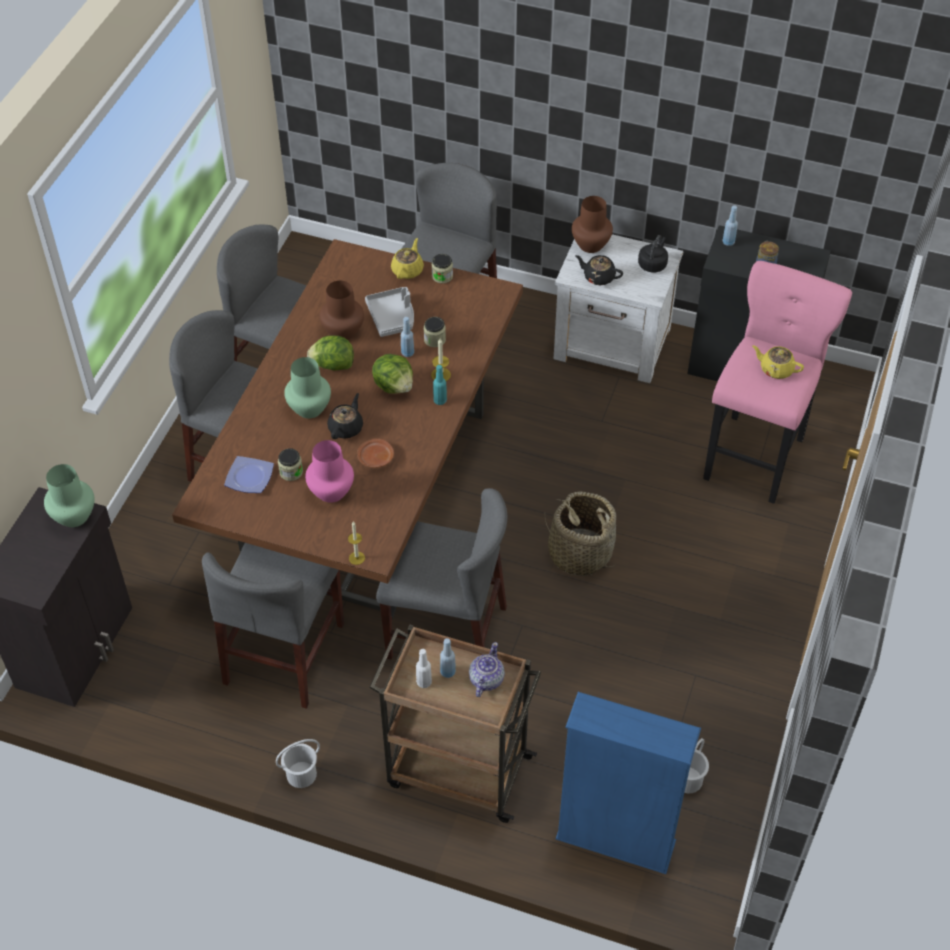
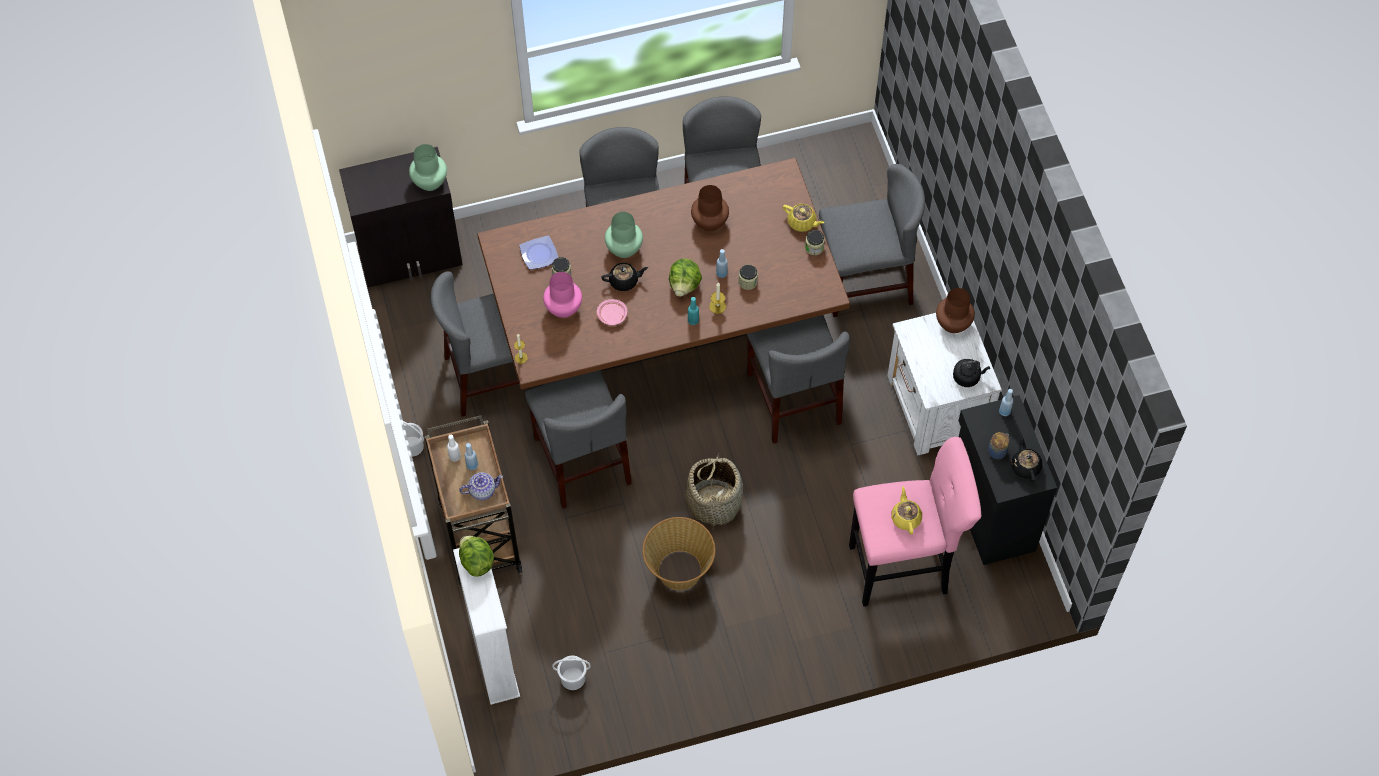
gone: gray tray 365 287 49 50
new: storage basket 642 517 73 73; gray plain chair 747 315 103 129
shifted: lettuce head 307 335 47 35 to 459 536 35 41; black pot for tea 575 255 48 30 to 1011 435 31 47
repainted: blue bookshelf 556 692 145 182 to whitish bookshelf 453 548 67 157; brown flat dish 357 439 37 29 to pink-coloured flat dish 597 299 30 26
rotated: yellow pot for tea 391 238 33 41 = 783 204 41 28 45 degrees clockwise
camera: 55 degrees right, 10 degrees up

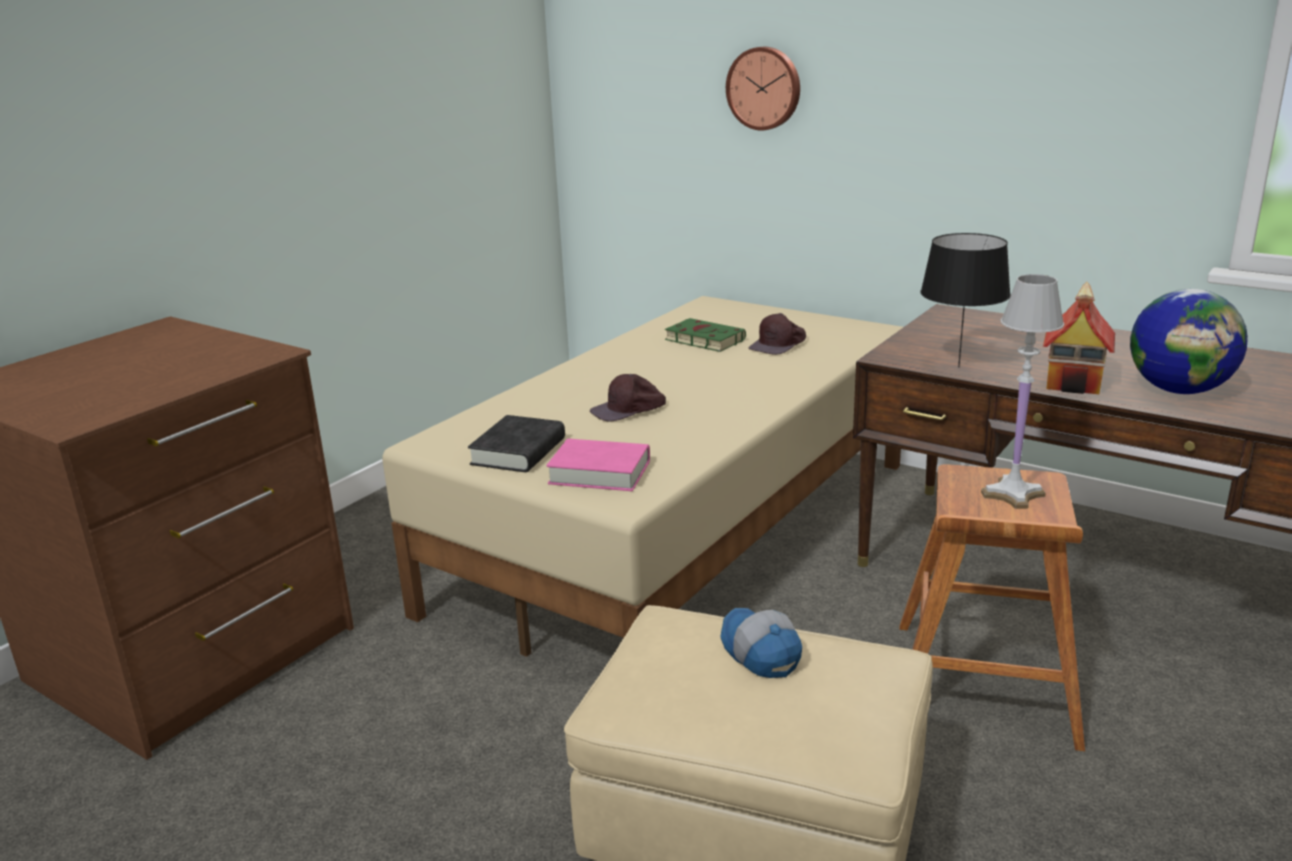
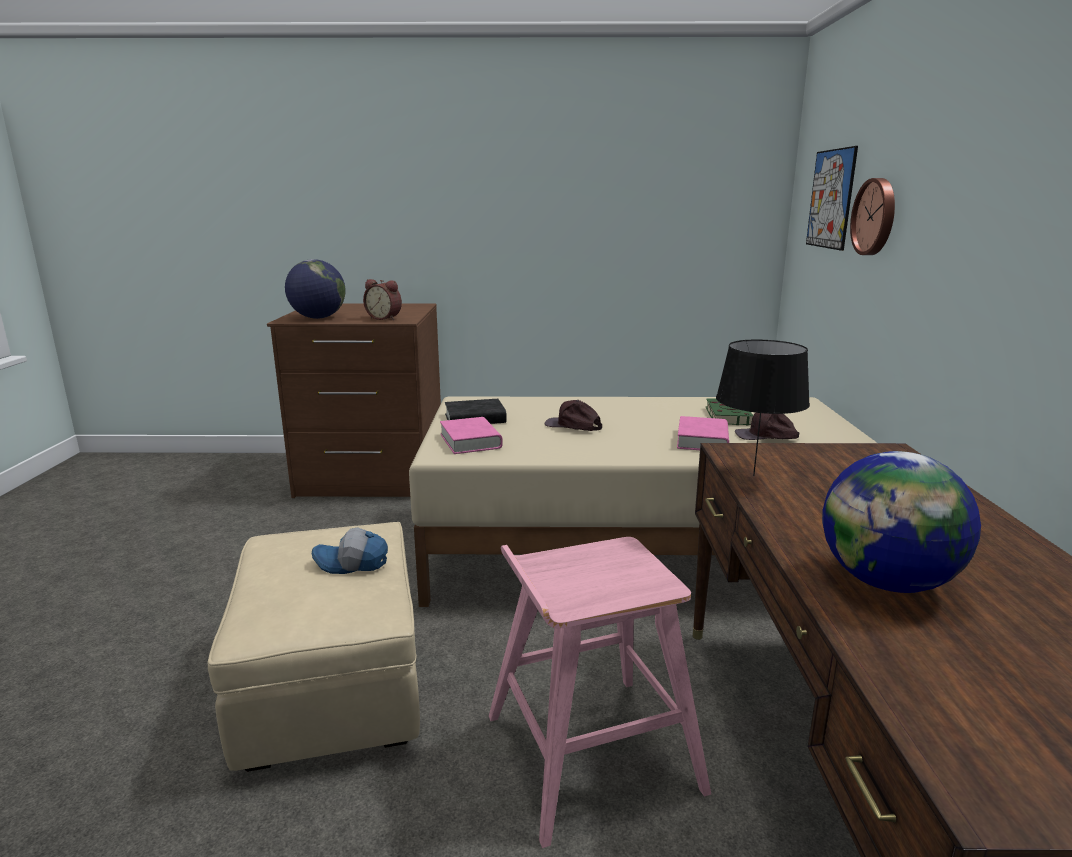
gone: whitish lamp for a table 981 274 83 235; model house 1043 282 72 112
new: world globe 285 259 61 60; bedside clock 363 279 39 41; pink-coloured volume 677 416 52 34; wall art 806 146 52 105
repainted: brown stool seat 899 464 186 287 to pink-coloured stool seat 489 537 222 311
rotated: cap 720 608 82 70 = 312 527 76 47 120 degrees counterclockwise
camera: 55 degrees right, 5 degrees down

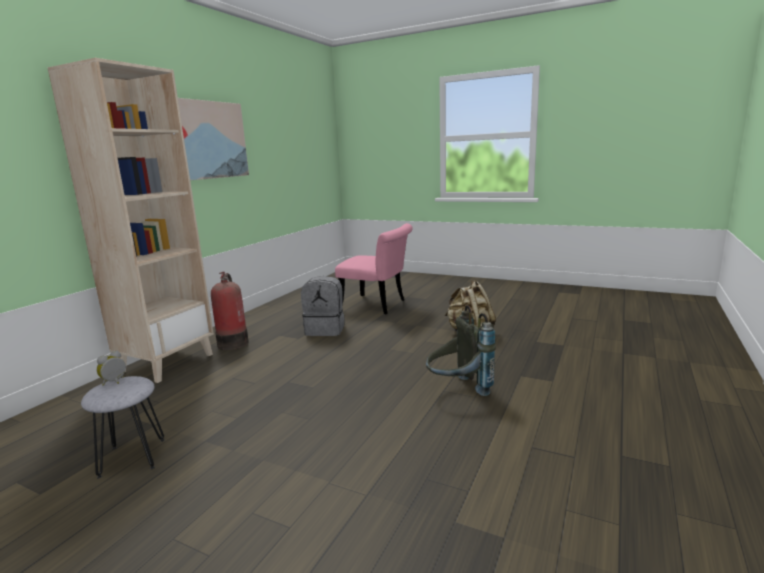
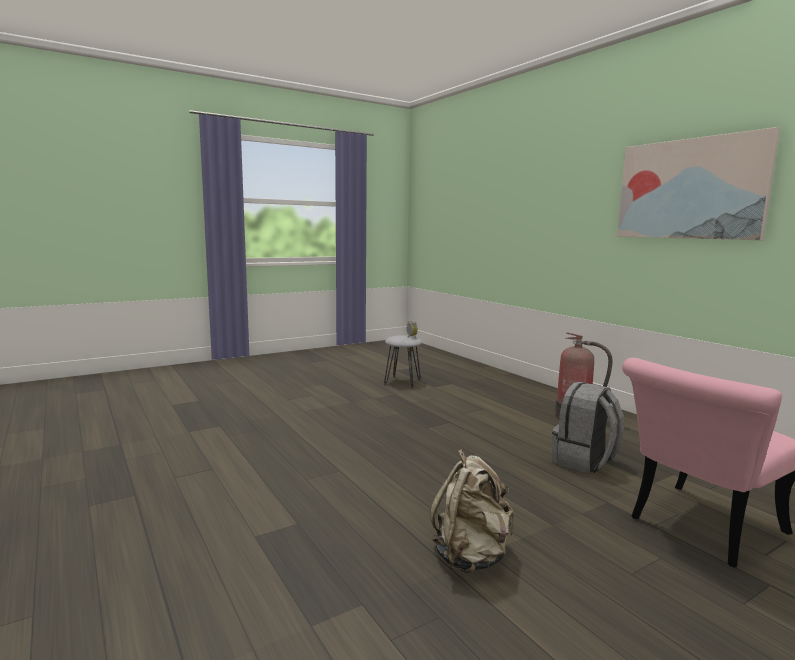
gone: beige-coloured bookshelf 47 58 167 325; gray rucksack 426 305 70 91
camera: 120 degrees right, 5 degrees down

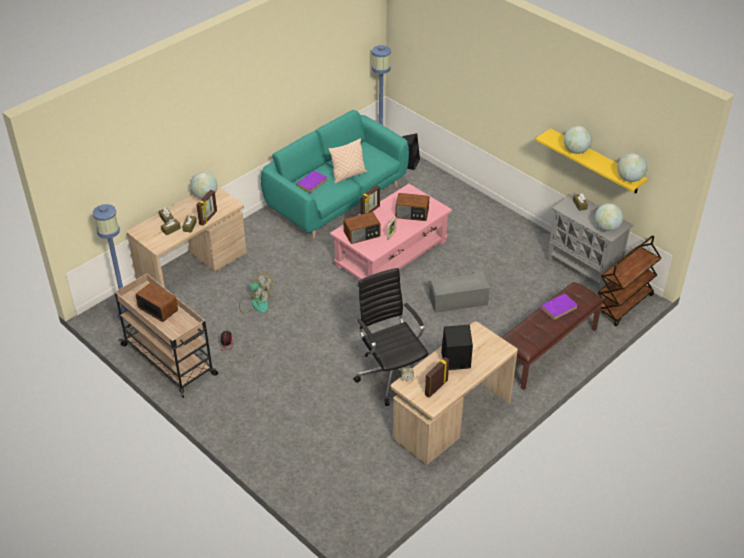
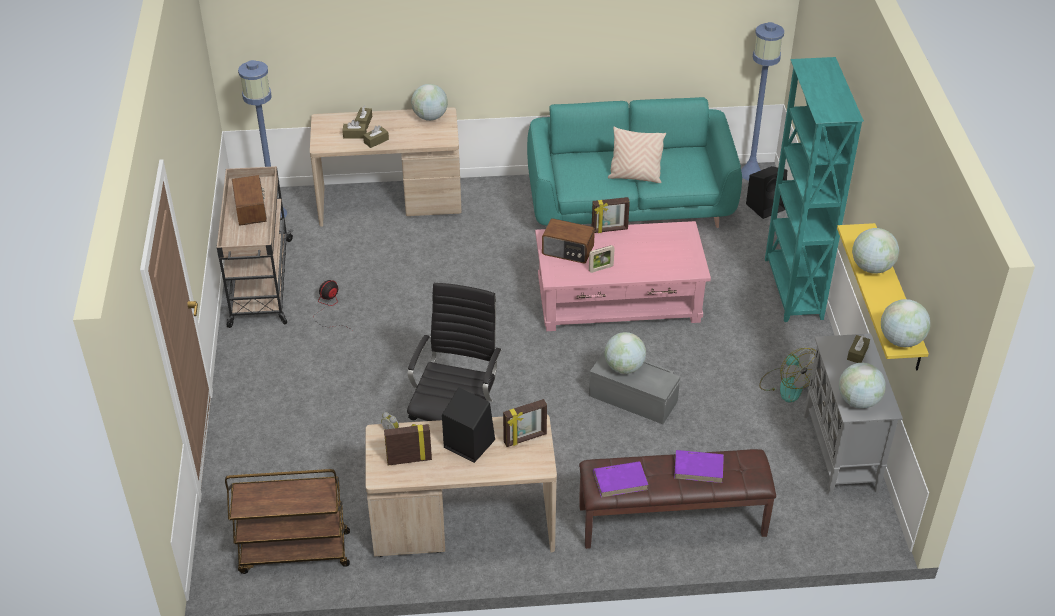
gone: radio 395 193 34 28
new: world globe 604 332 42 42; turquoise-coloured bookshelf 765 57 99 265
shifted: brown trolley 598 235 63 91 to 225 469 125 105; standing frame 196 190 21 36 to 503 399 44 48; purple volume 296 171 31 22 to 593 461 55 37; fan 239 273 34 41 to 759 348 57 55
camera: 40 degrees right, 0 degrees up

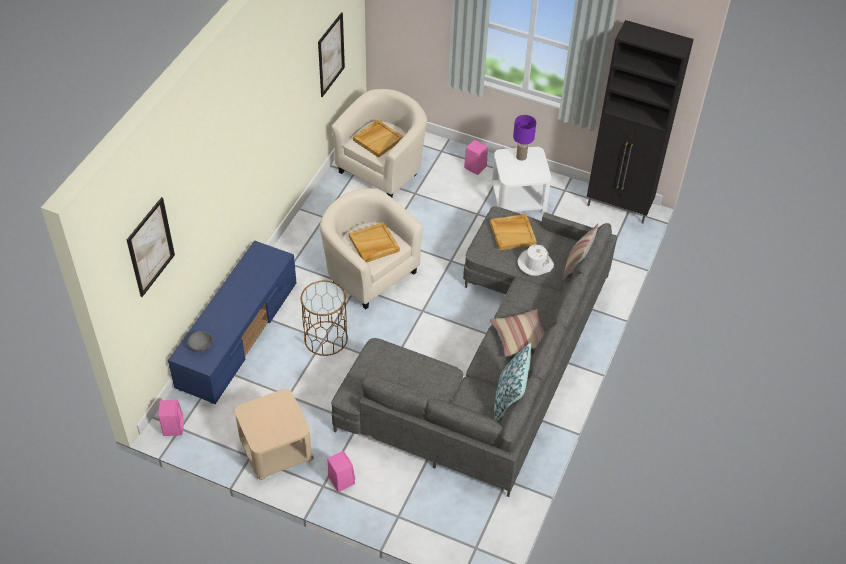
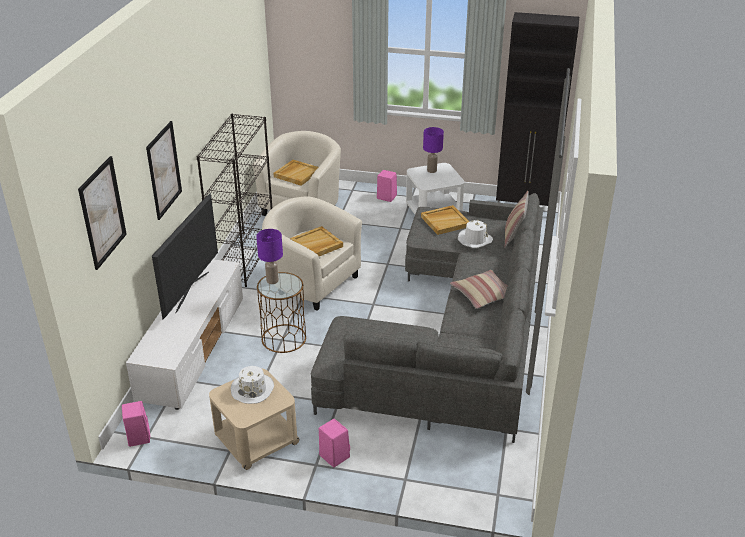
gone: gray bowl 188 331 25 21; pillow 494 342 37 79
new: television 152 193 66 126; black bookshelf 196 114 76 173; whitish clothing hat 231 366 43 38; purple lamp for a table 256 229 27 55
shifted: wall art 318 12 27 85 to 146 121 36 99
repainted: blue tv unit 168 240 128 164 to whitish tv unit 126 259 117 151
camera: 10 degrees left, 15 degrees down

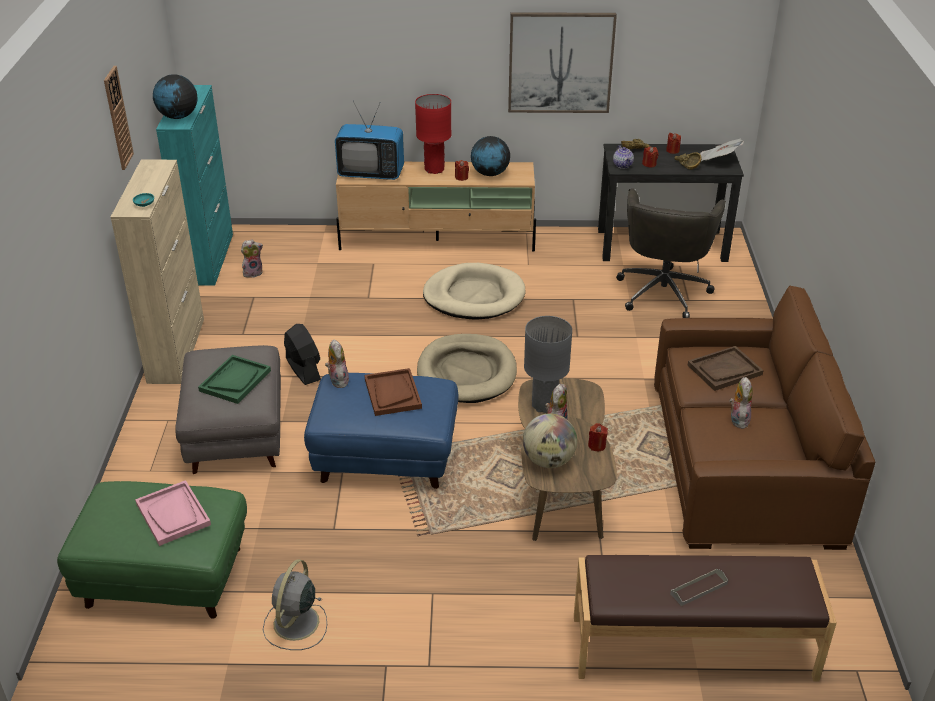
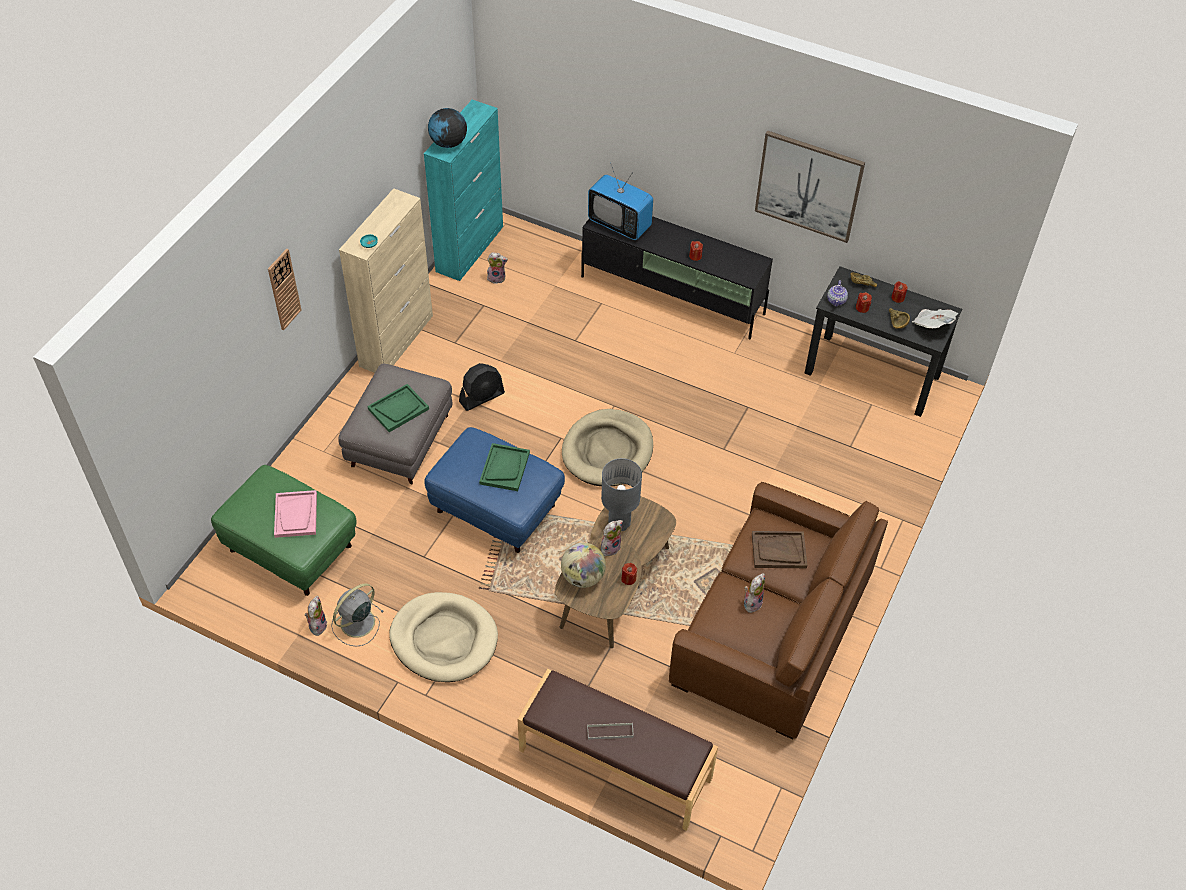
gone: reddish lamp for a table 415 94 36 80; world globe 471 136 39 40; gray computer chair 616 189 110 129
shifted: hanging clock 104 66 30 104 to 268 249 34 81; cuddly toy 325 339 24 49 to 305 596 22 40; beige-coloured dog cushion 423 263 103 57 to 389 592 109 90
repainted: brown tray 364 368 58 48 to greenish tray 479 443 51 48; beige-coloured tv unit 336 162 200 90 to black tv unit 581 216 192 124
rotated: black fan 284 324 37 61 = 459 363 46 48 60 degrees clockwise
camera: 25 degrees right, 15 degrees up

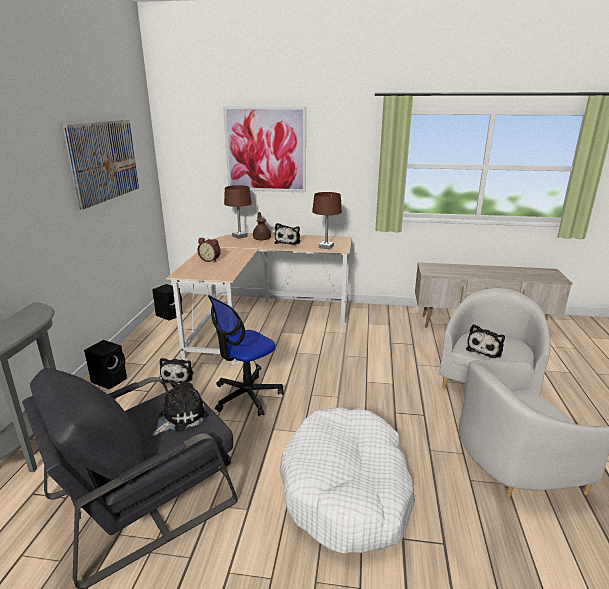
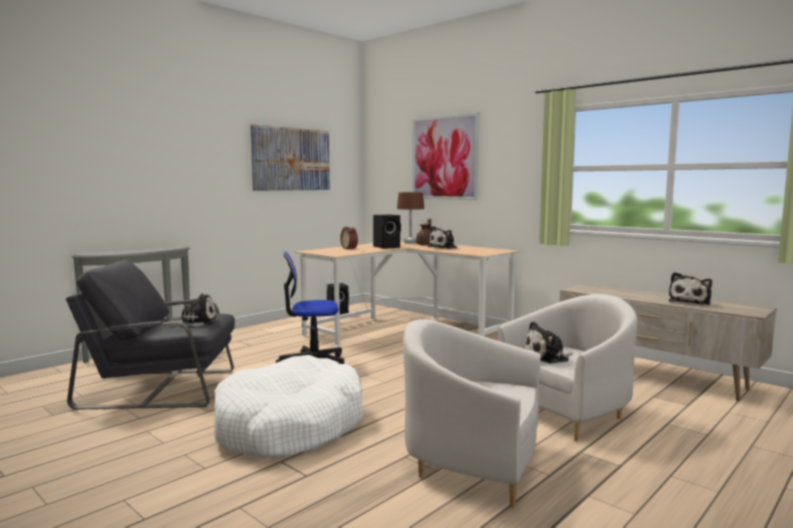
gone: brown lamp for a table 312 192 30 57
shifted: black audio speaker 84 340 43 49 to 373 214 28 35; cuddly toy 159 358 35 26 to 669 272 43 33
camera: 35 degrees right, 15 degrees down

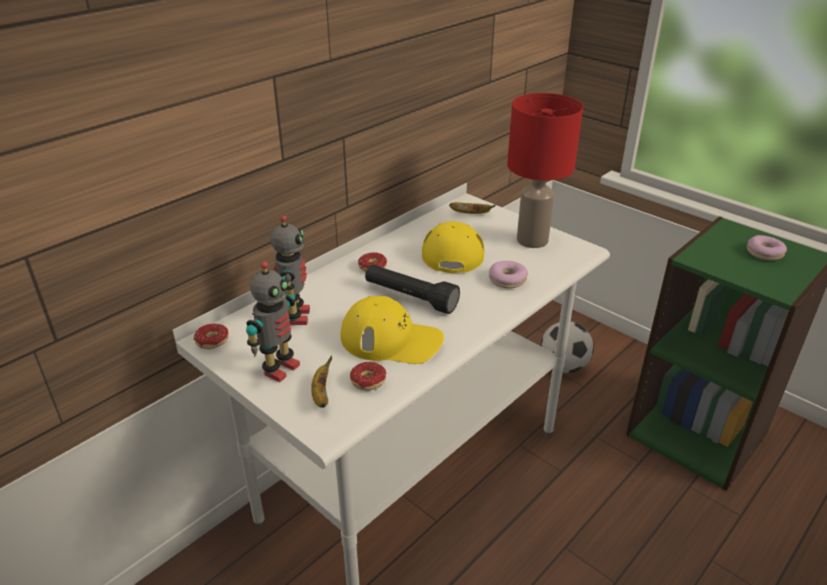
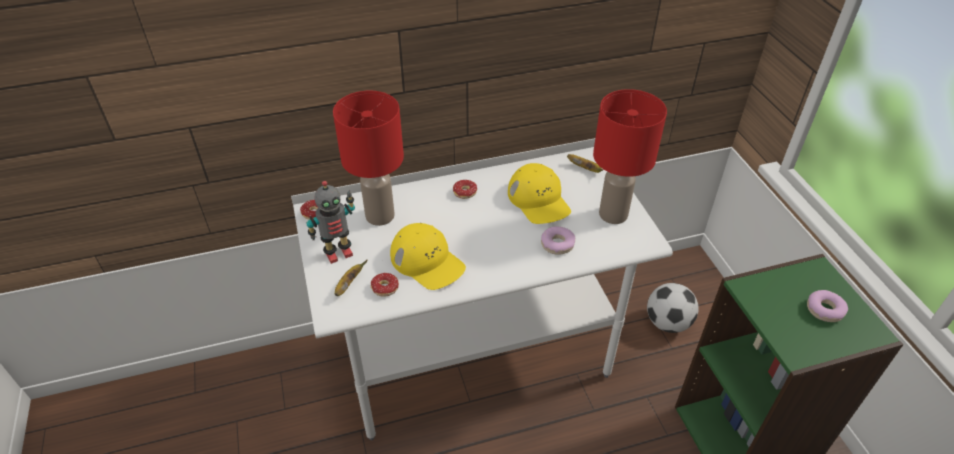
gone: black torch 365 264 95 50
swapped: model robot 270 215 40 110 to reddish lamp for a table 333 91 71 135
rotated: yellow cap 422 222 63 51 = 508 163 63 61 120 degrees clockwise
camera: 30 degrees right, 10 degrees up

